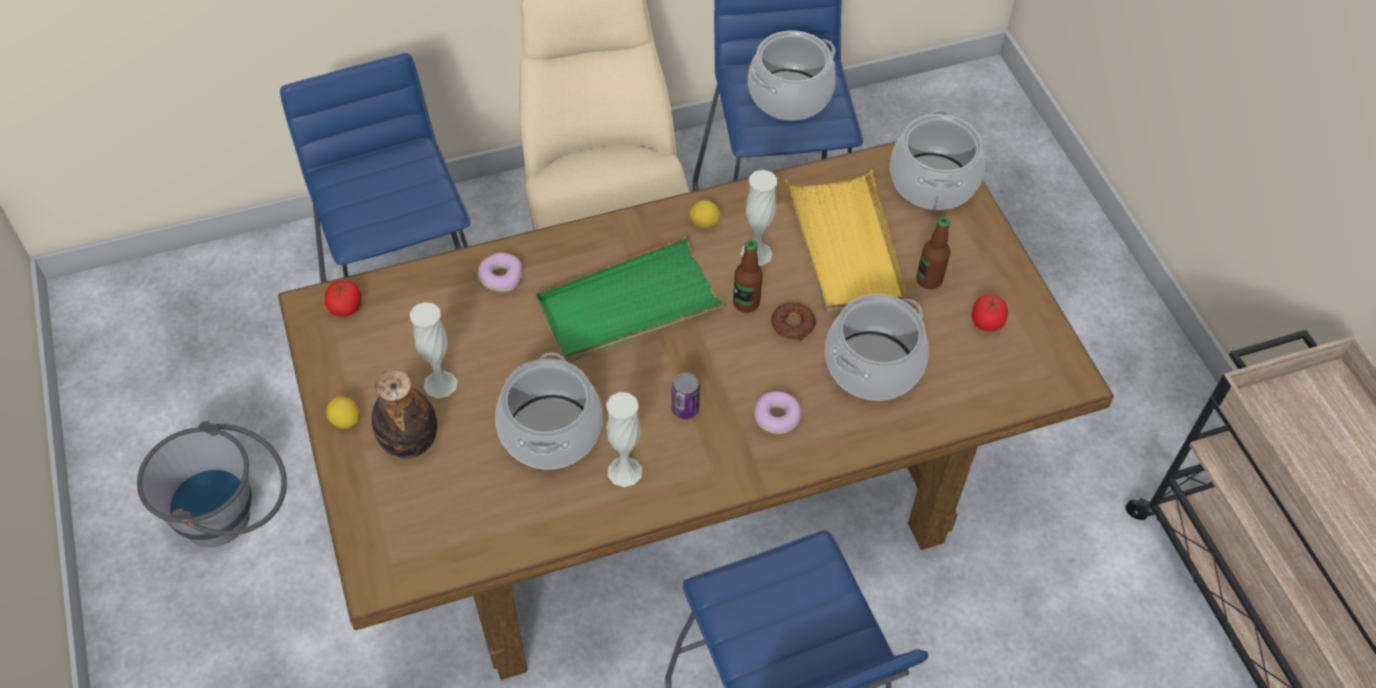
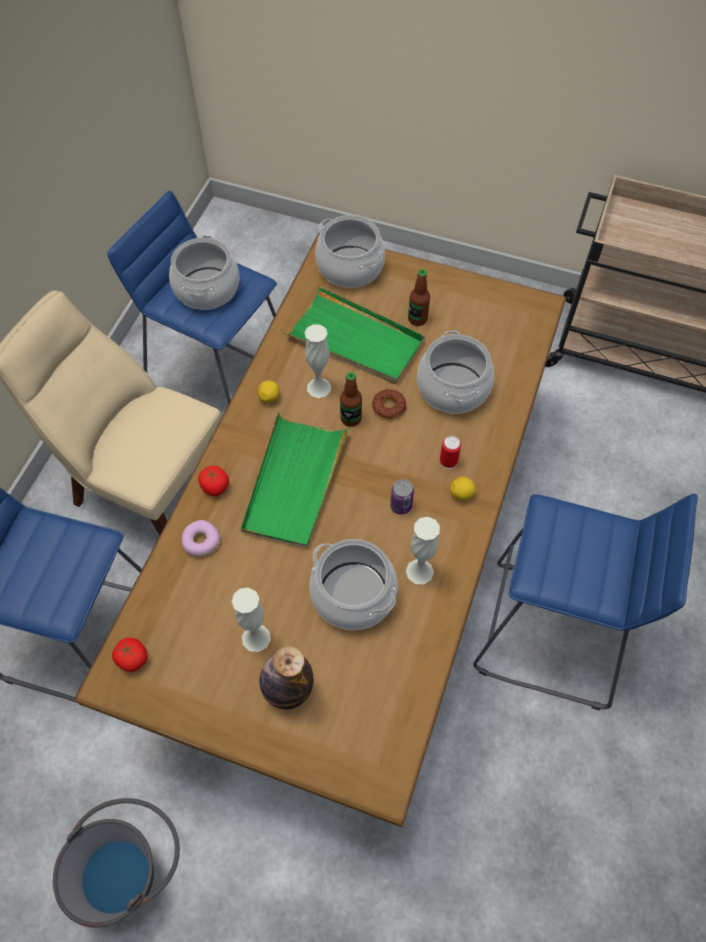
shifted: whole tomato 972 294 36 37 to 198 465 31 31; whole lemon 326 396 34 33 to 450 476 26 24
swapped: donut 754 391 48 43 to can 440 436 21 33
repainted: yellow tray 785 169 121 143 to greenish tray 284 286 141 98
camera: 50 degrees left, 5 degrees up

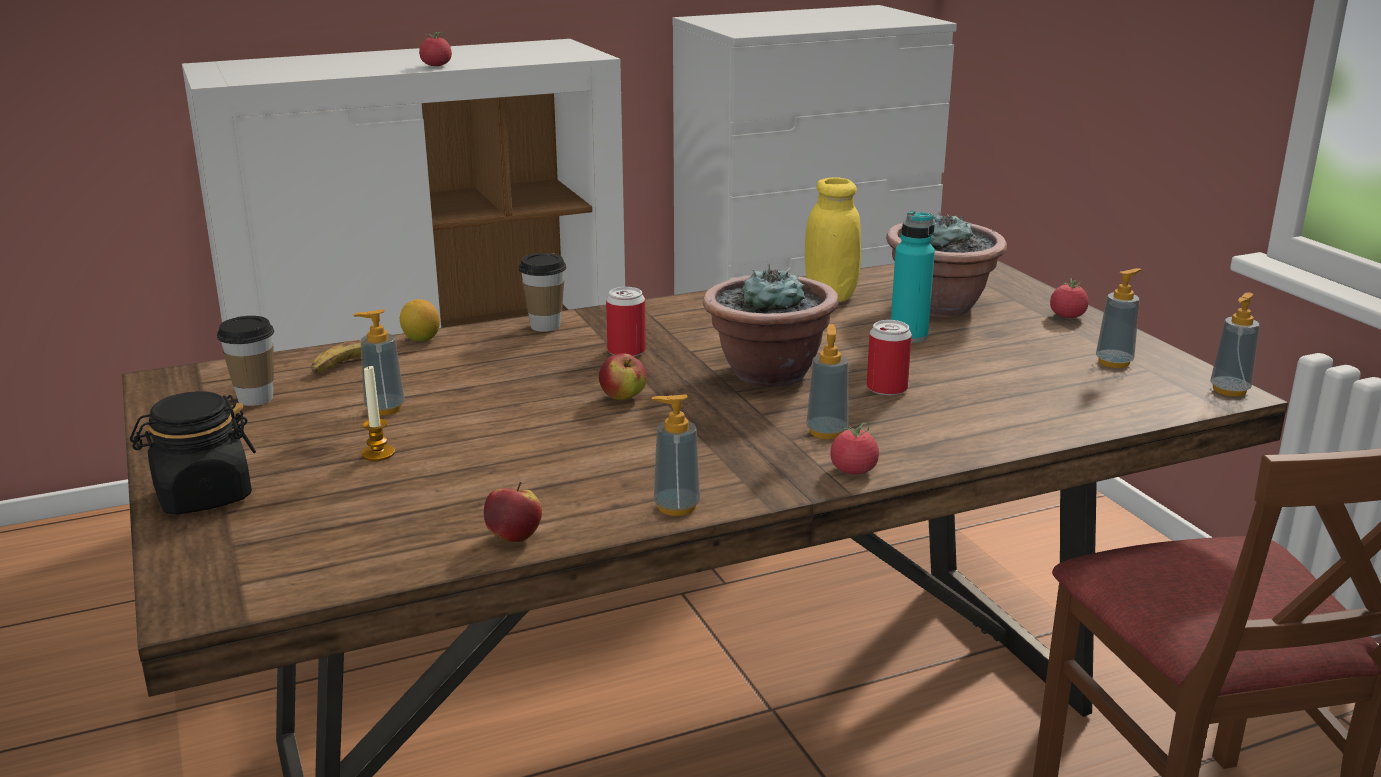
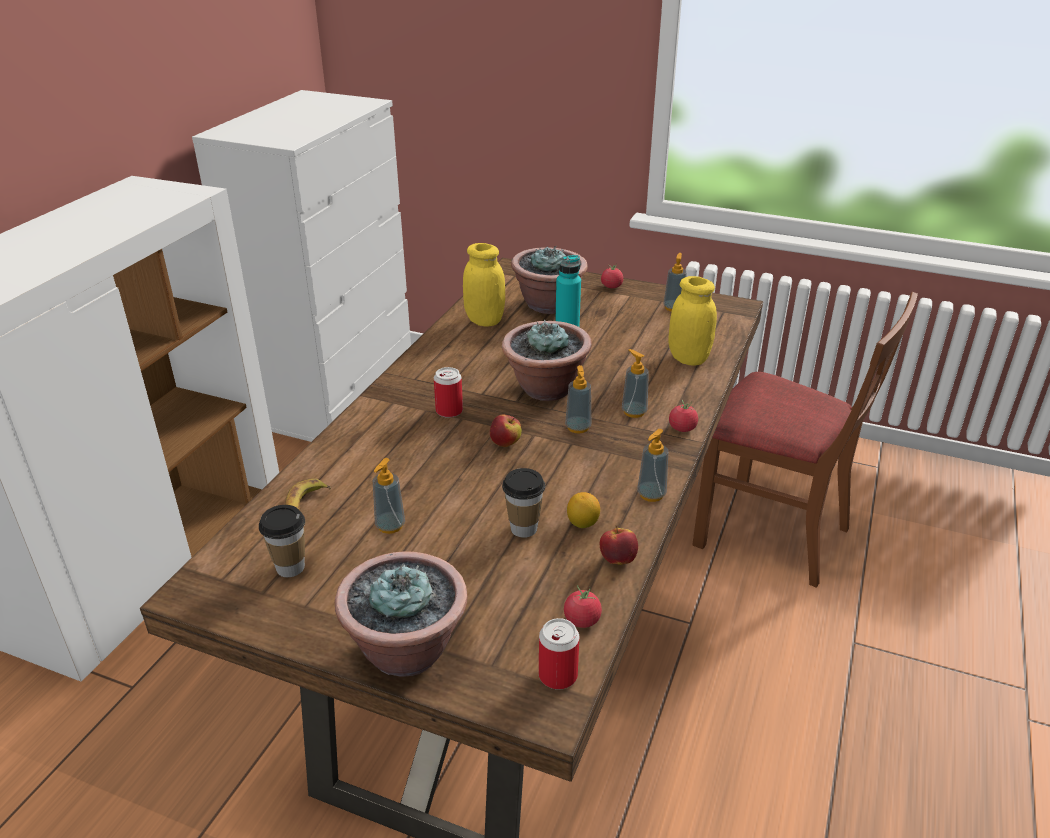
gone: wax light 361 364 34 97
new: yellow jar 669 276 48 90
shifted: small cup 519 253 48 79 to 502 468 43 70; can 867 320 45 76 to 539 618 40 72; whole tomato 419 31 33 35 to 564 585 38 43; liquid soap bottle 1210 292 50 105 to 565 365 26 69; whole lemon 400 299 40 43 to 567 492 33 36
swapped: black jar 130 391 126 124 to potted plant 335 552 133 125
camera: 45 degrees left, 10 degrees up

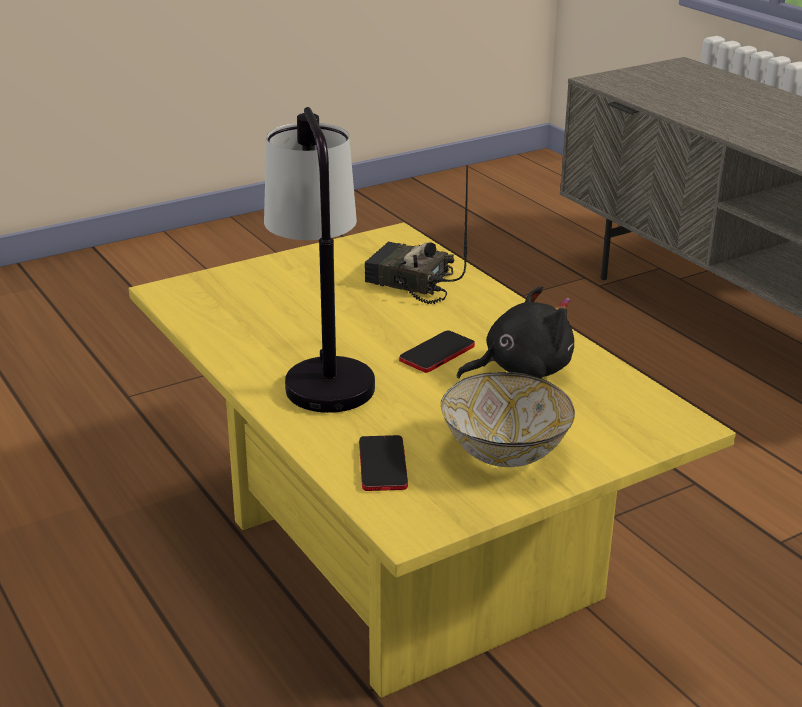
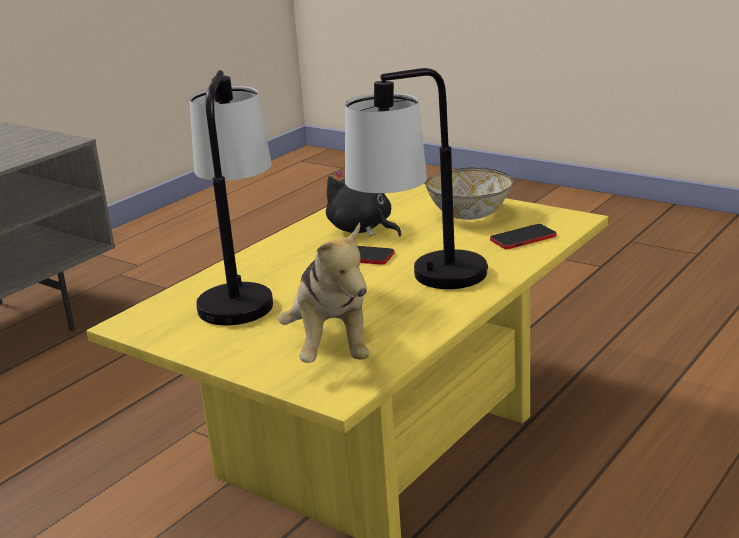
new: cuddly toy 278 223 91 140
swapped: radio 365 165 103 139 to lamp for a table 189 70 84 255
camera: 110 degrees left, 5 degrees down

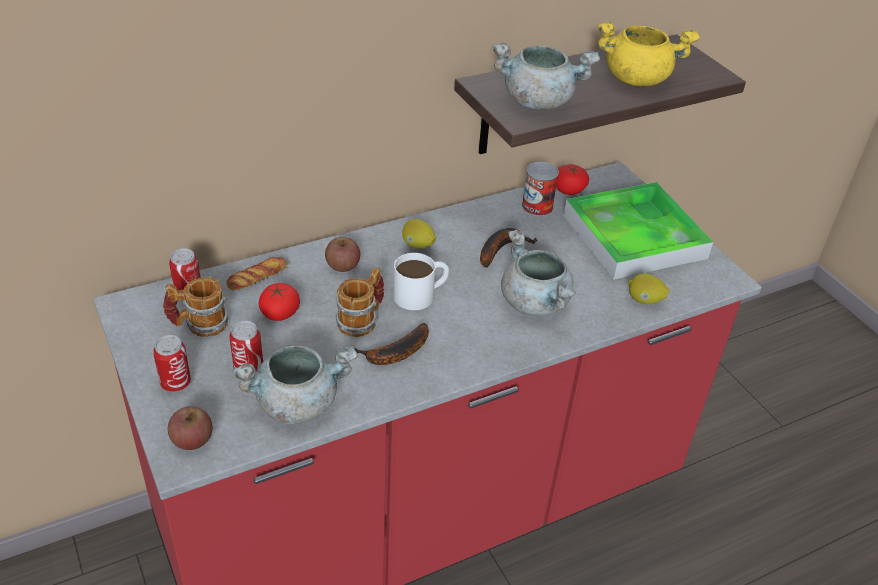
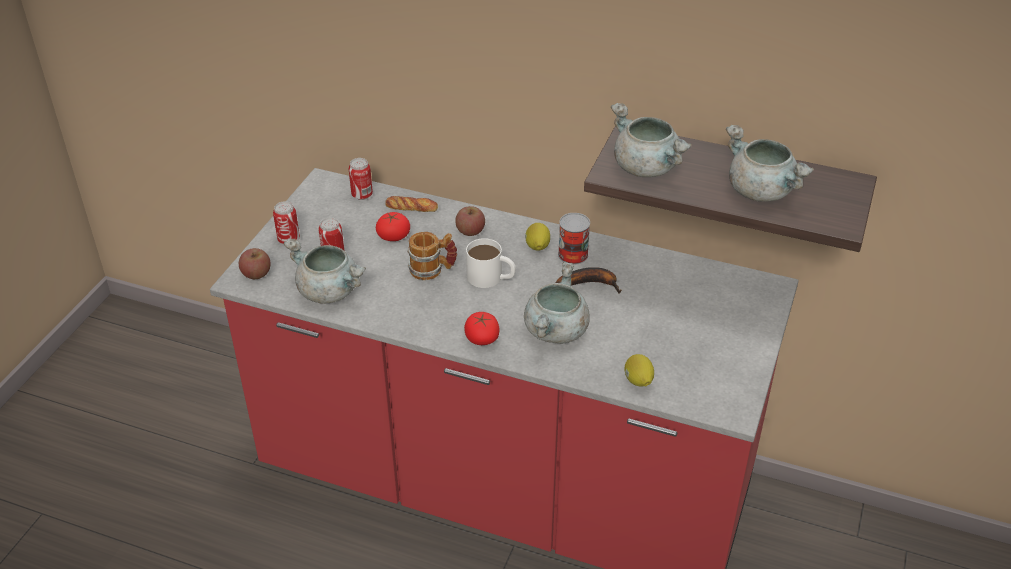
gone: coffee mug 163 277 66 60; banana 355 323 74 42; tray 564 182 149 98
shifted: whole tomato 556 164 33 31 to 464 312 35 33; can 522 162 37 54 to 558 213 32 52
repainted: yellow stockpot 598 22 102 64 to gray stockpot 726 125 88 76
camera: 50 degrees right, 0 degrees up

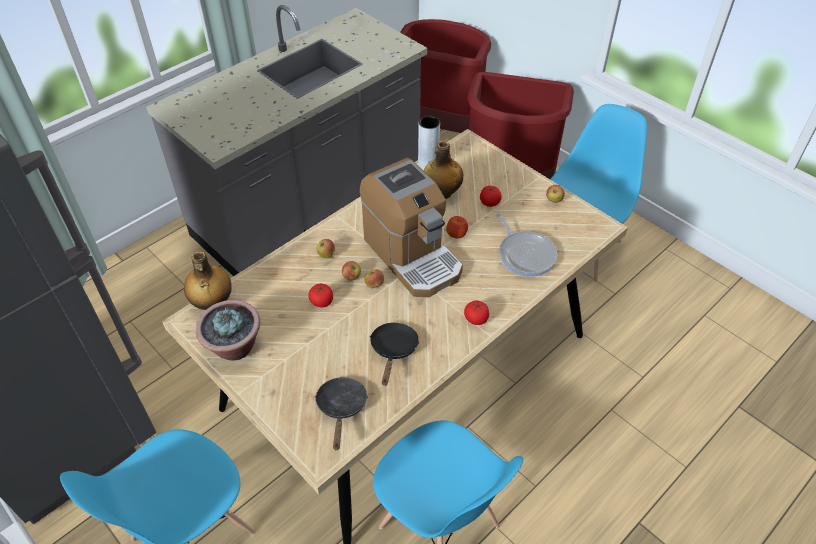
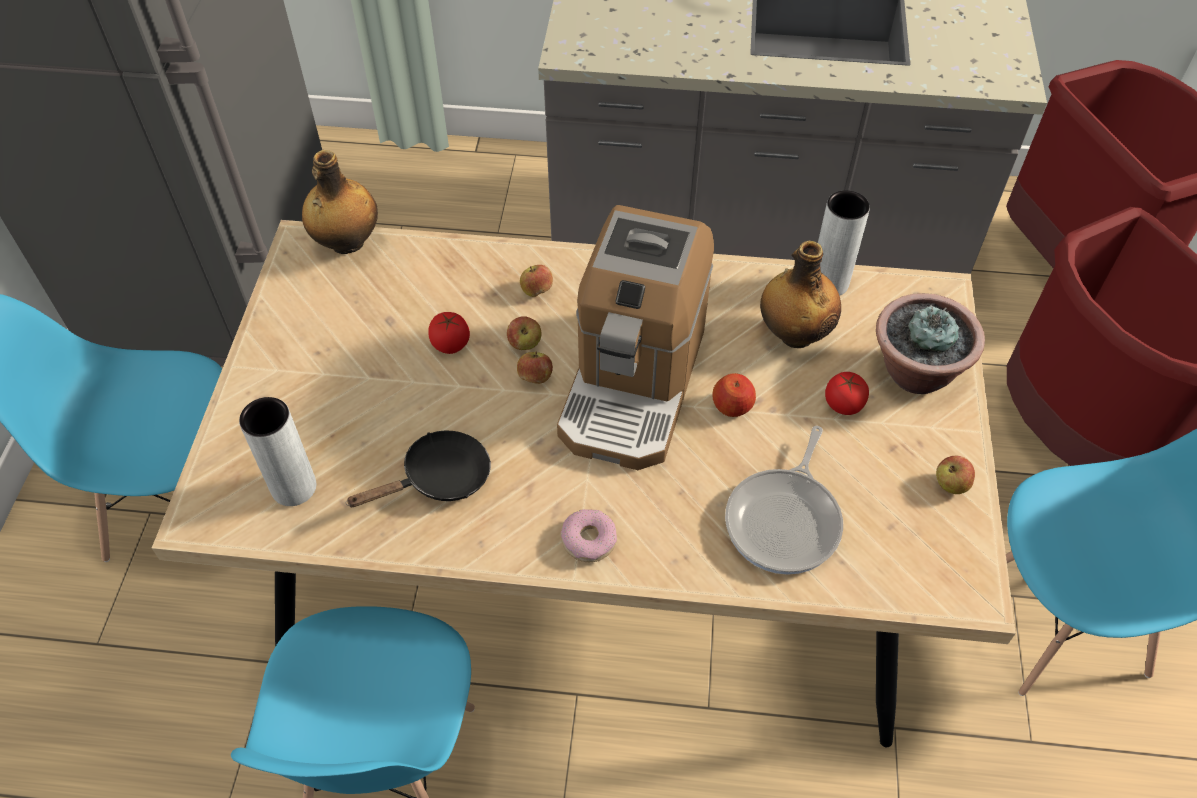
shifted: potted plant 196 300 64 61 to 876 293 109 101
swapped: black frying pan 315 377 53 73 to gray decorative vase 239 397 77 109; whole tomato 464 300 25 25 to donut 561 509 56 53
camera: 50 degrees right, 5 degrees up

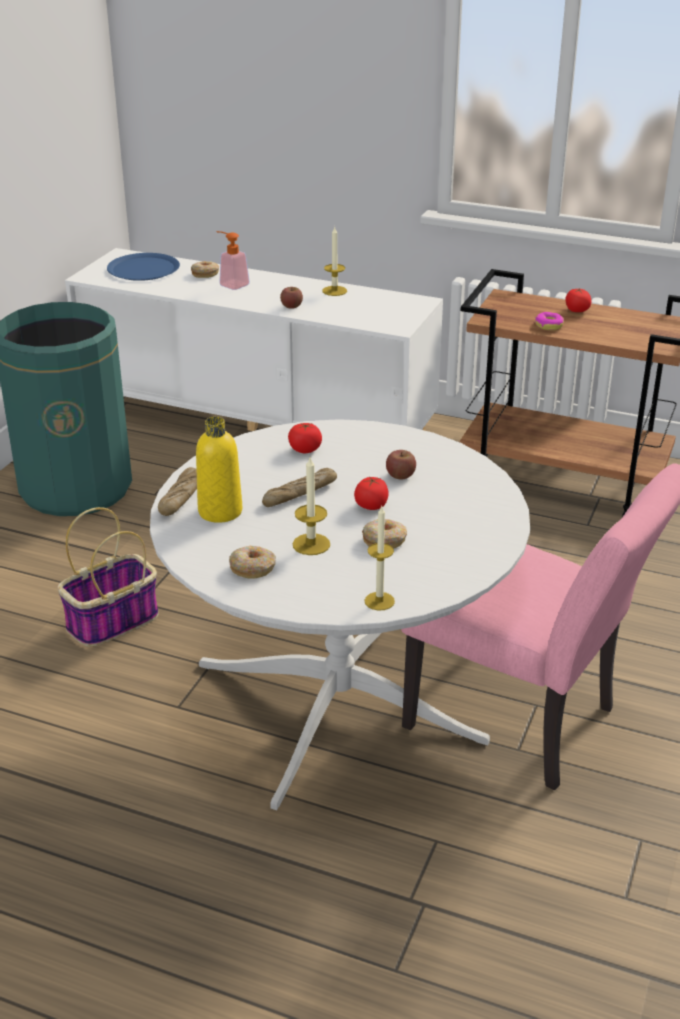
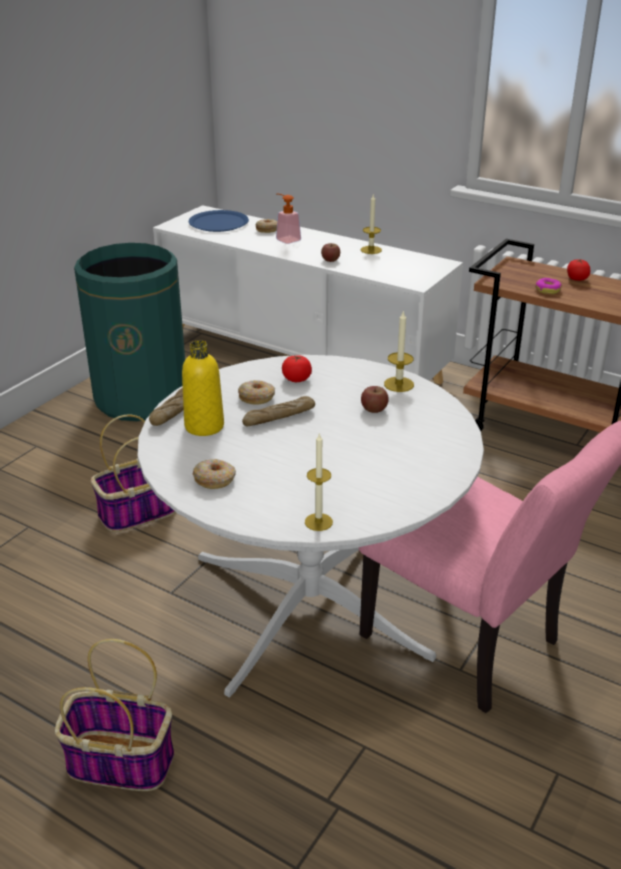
gone: whole tomato 354 476 34 34
new: storage basket 55 639 119 152
shifted: donut 362 519 45 30 to 238 380 37 25; wax light 293 457 37 98 to 384 310 30 82
camera: 10 degrees right, 0 degrees up

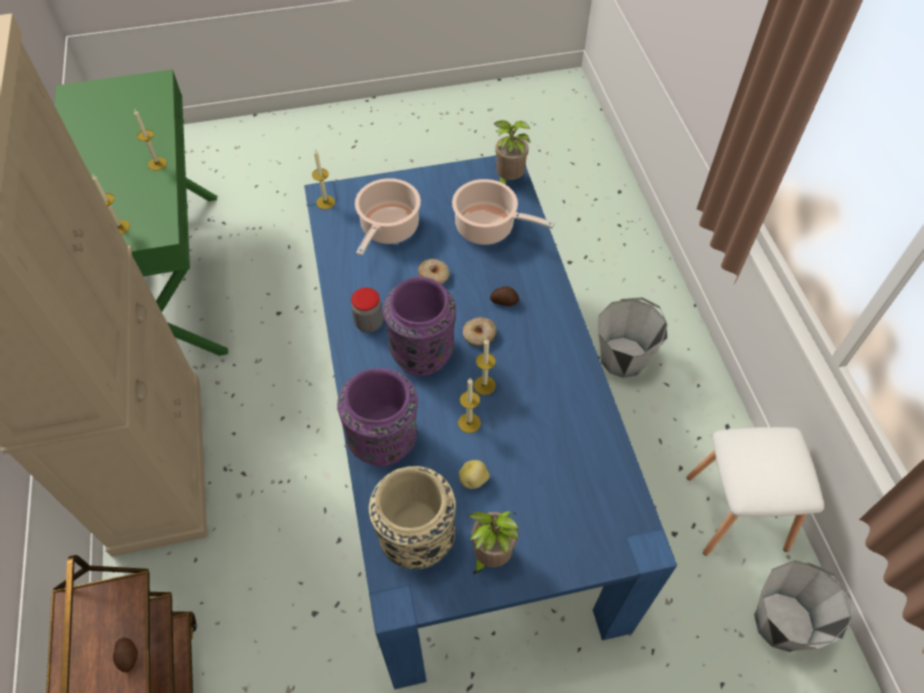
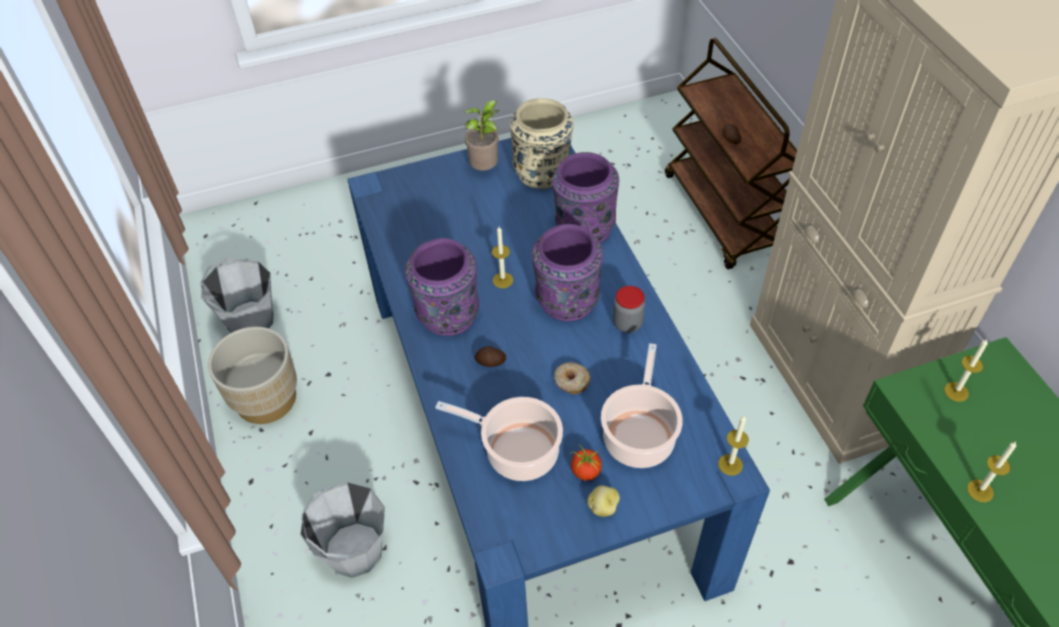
gone: wax light 458 379 23 54; donut 463 317 34 29; potted plant 494 120 36 64
new: purple decorative vase 405 238 74 98; whole tomato 570 443 32 38
shifted: potato 459 460 31 29 to 587 486 33 31
swapped: whitish stool seat 687 427 137 129 to beige-coloured plant pot 208 327 89 97
camera: 175 degrees right, 5 degrees down

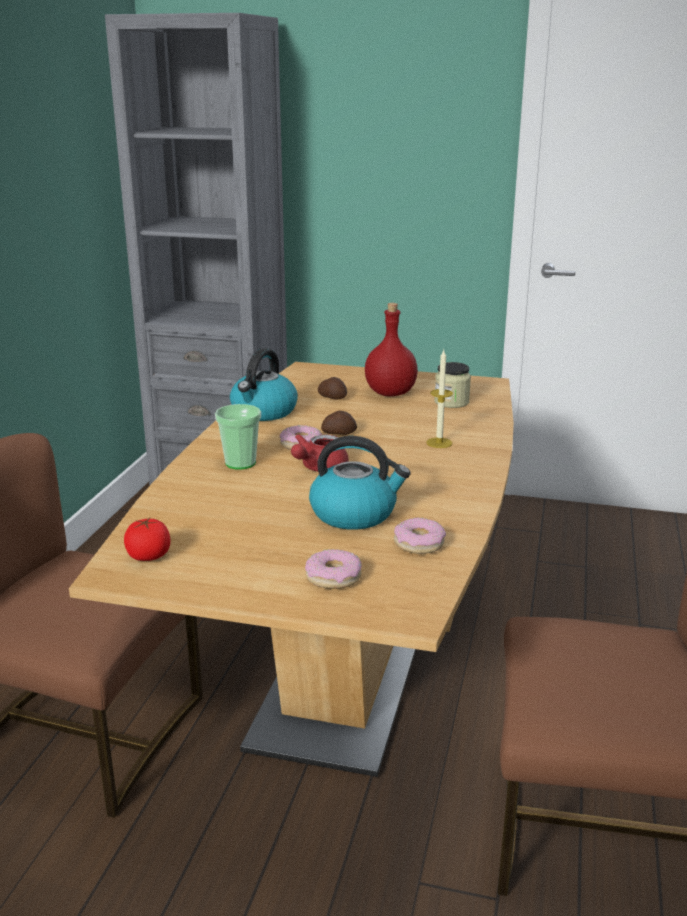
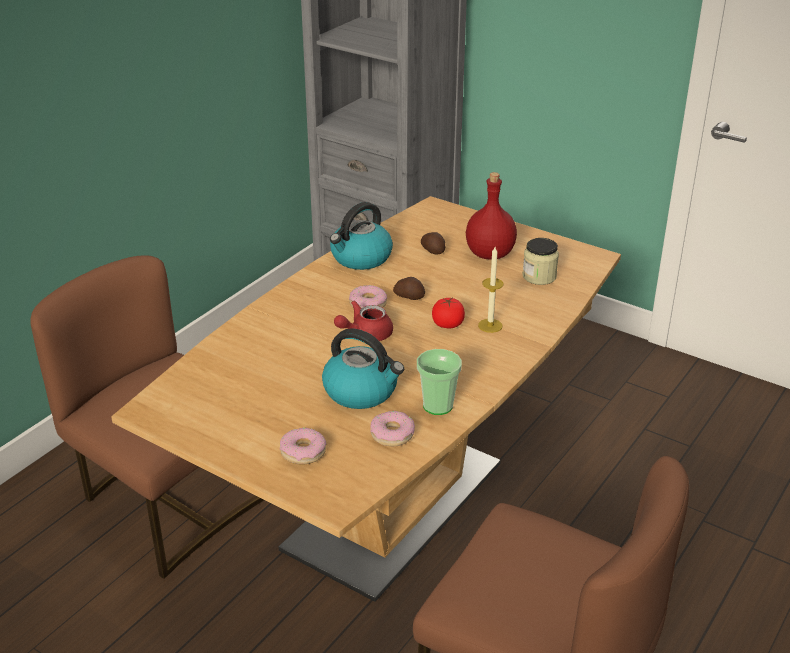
shifted: small cup 215 404 46 66 to 417 349 45 66; whole tomato 124 518 47 43 to 432 298 33 30
camera: 20 degrees right, 10 degrees up

